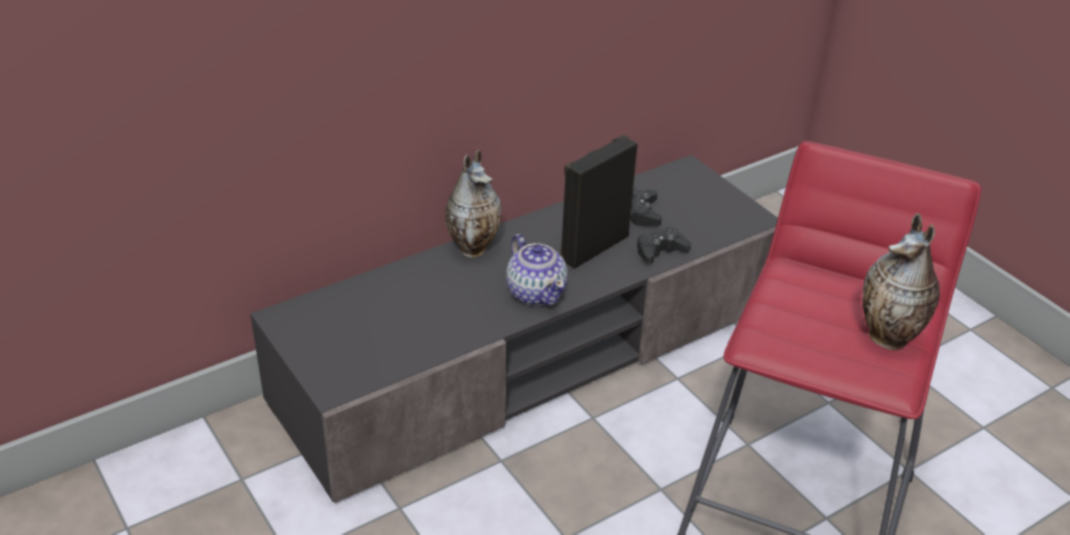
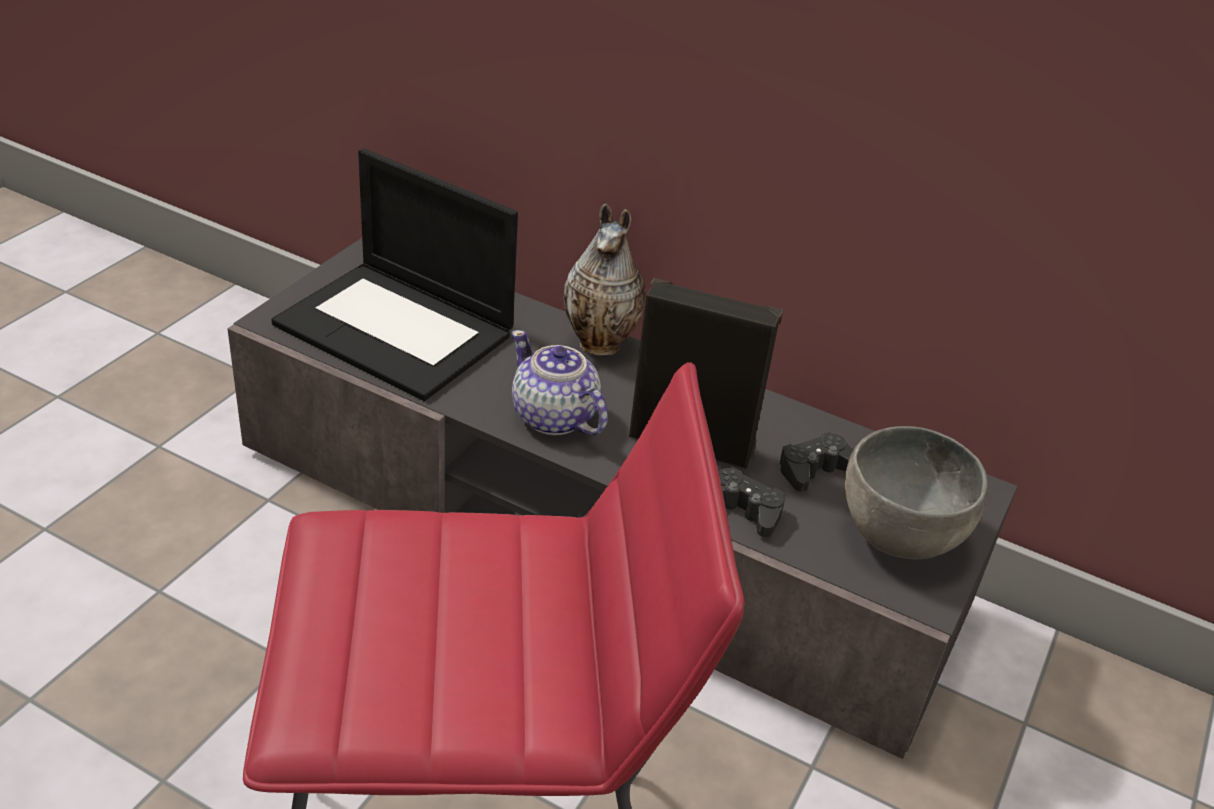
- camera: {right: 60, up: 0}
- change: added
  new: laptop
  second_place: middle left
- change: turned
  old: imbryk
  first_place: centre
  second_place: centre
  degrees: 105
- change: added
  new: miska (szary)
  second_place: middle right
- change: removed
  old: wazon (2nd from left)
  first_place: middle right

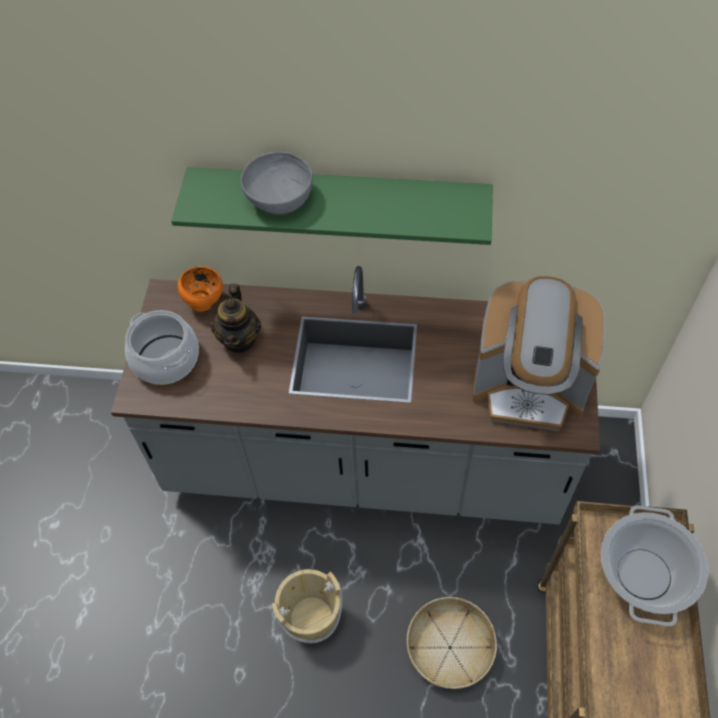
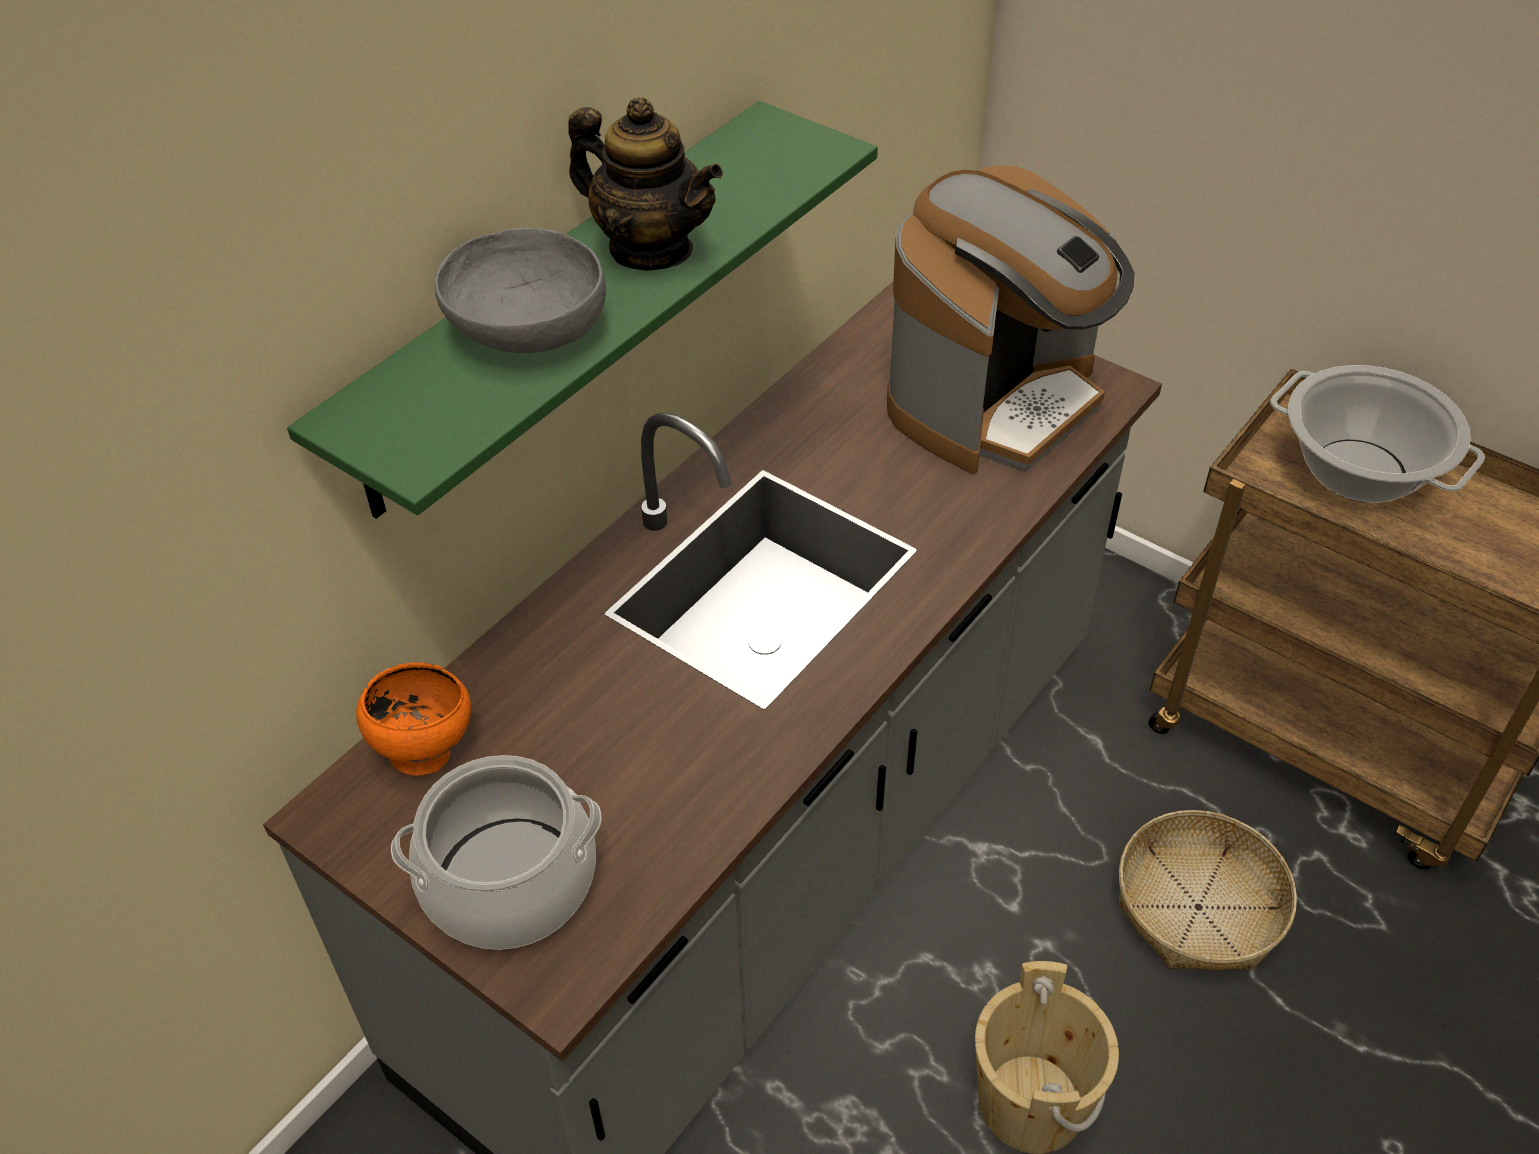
- camera: {right: -60, up: -10}
- change: moved
  old: imbryk
  first_place: middle left
  second_place: top centre

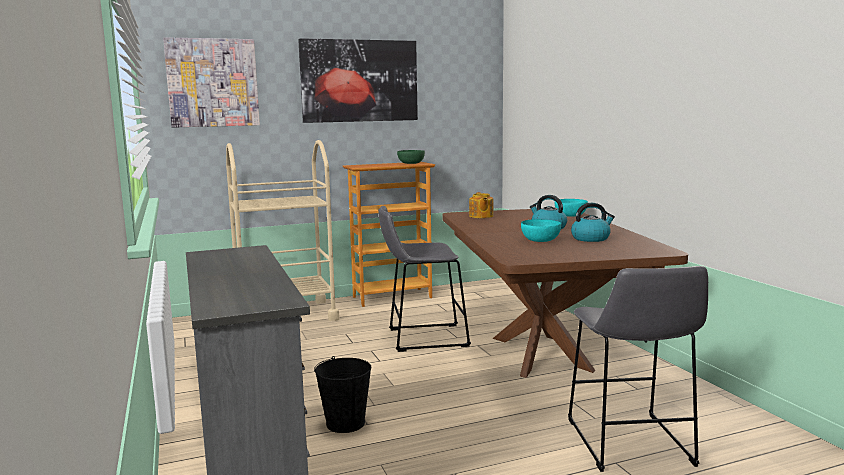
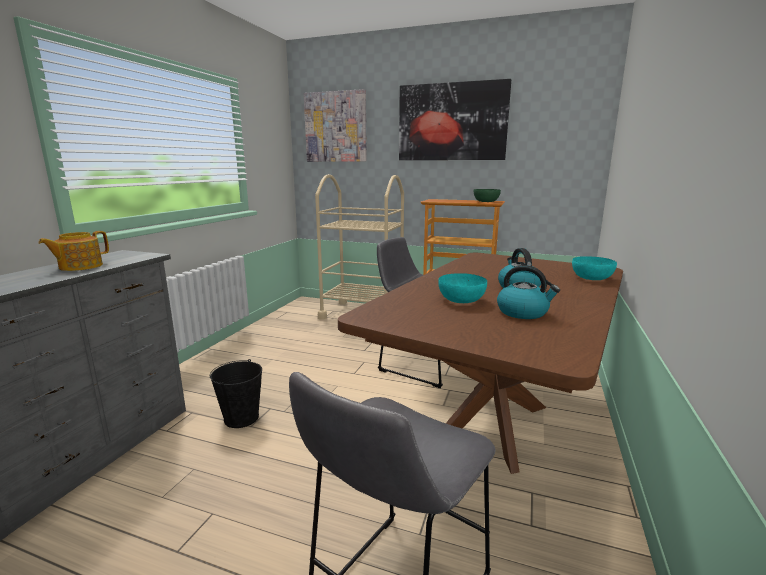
- camera: {right: 40, up: 5}
- change: moved
  old: imbryk
  first_place: centre
  second_place: middle left

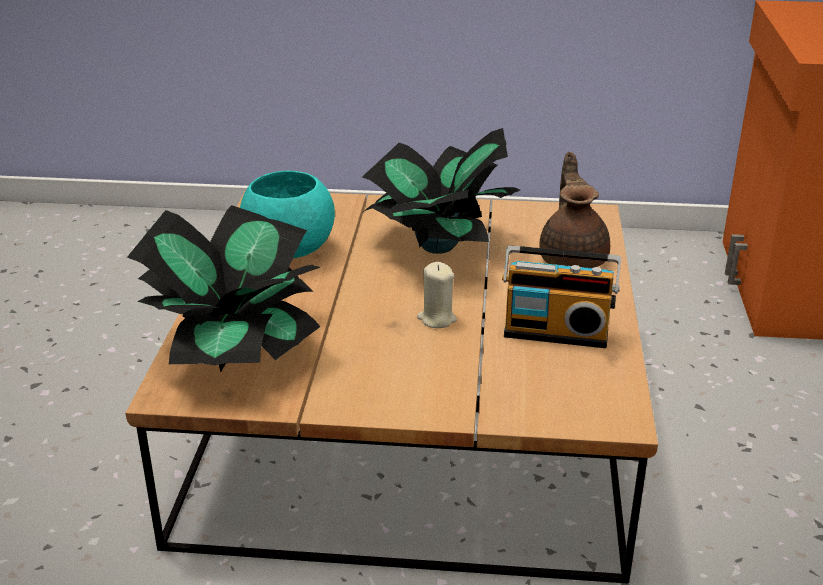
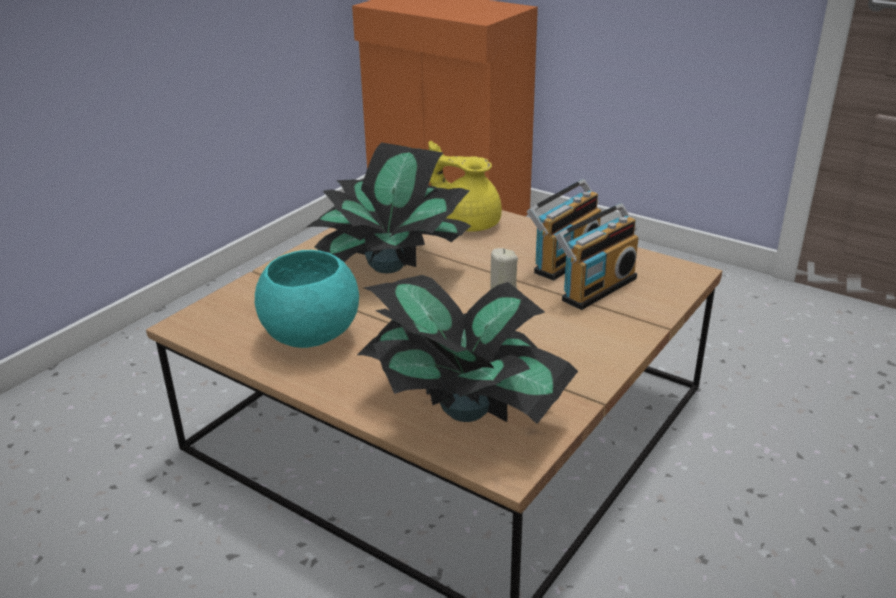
- camera: {right: -60, up: 0}
- change: recoloured
  old: imbryk (brązowy)
  new: imbryk (żółty)
  first_place: middle right
  second_place: top centre
- change: added
  new: radio (2nd from left)
  second_place: centre

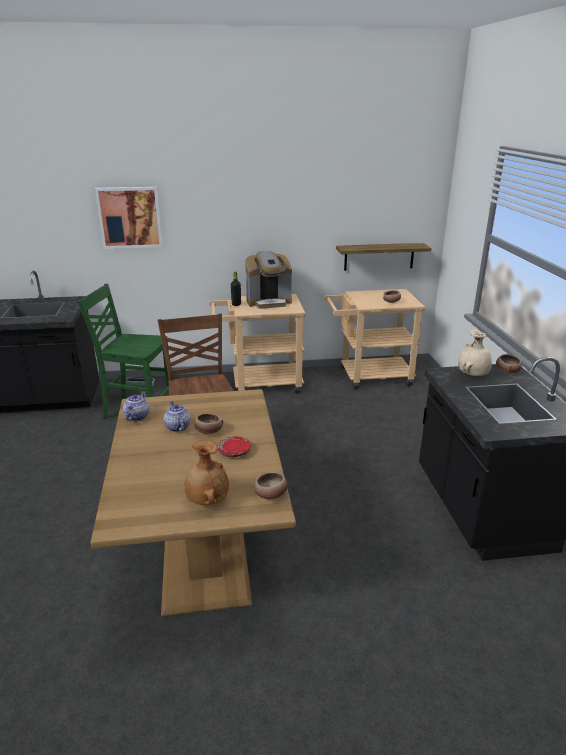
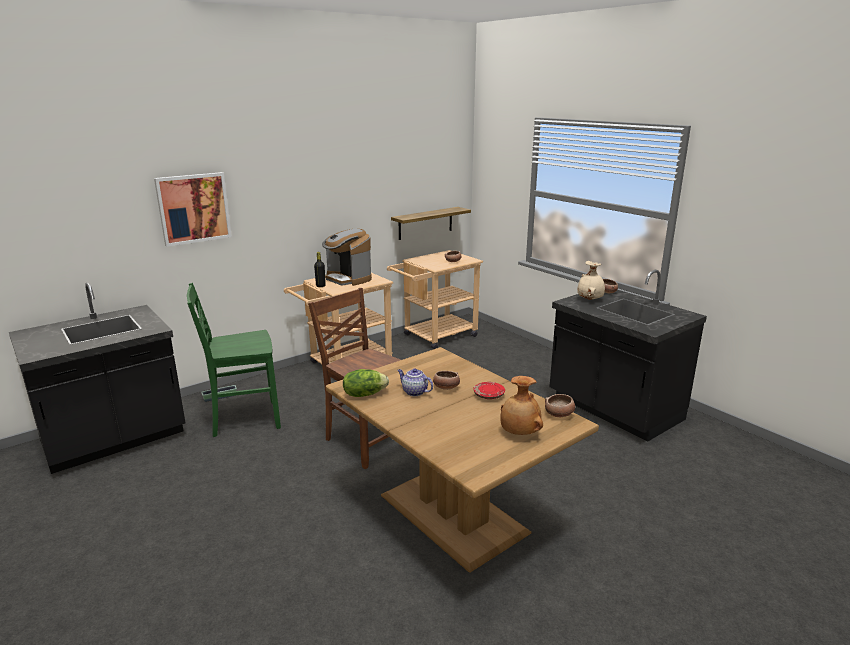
- camera: {right: -30, up: -5}
- change: turned
  old: ekspres do kawy
  first_place: centre
  second_place: centre
  degrees: 90
- change: replaced
  old: imbryk (1st from left)
  new: sałata
  first_place: middle left
  second_place: centre

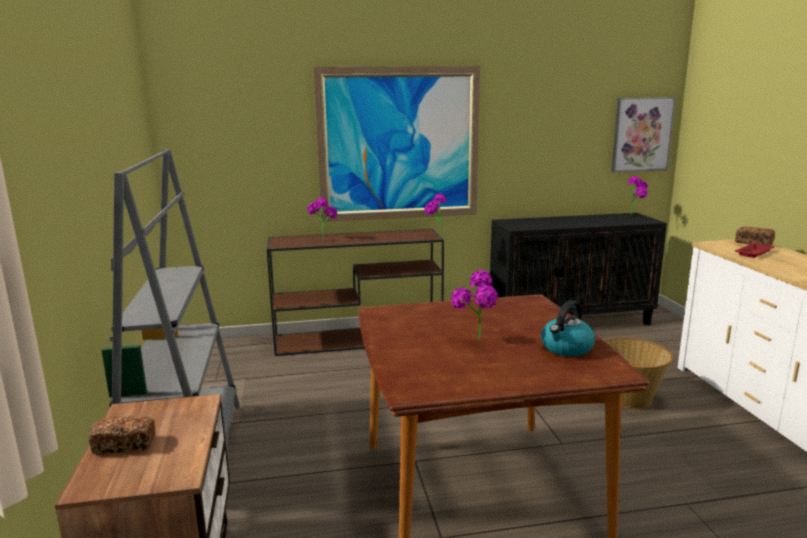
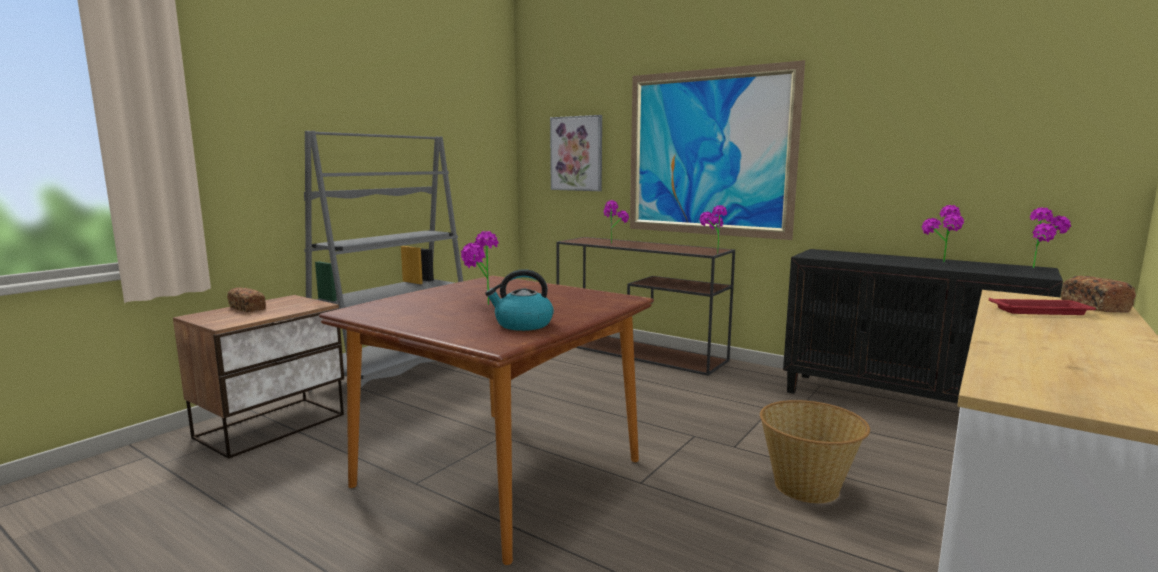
- camera: {right: 45, up: -5}
- change: moved
  old: obraz (2nd from left in the first image)
  new: obraz (1st from left)
  first_place: top right
  second_place: top centre
- change: added
  new: roślina doniczkowa (4th from left)
  second_place: middle right

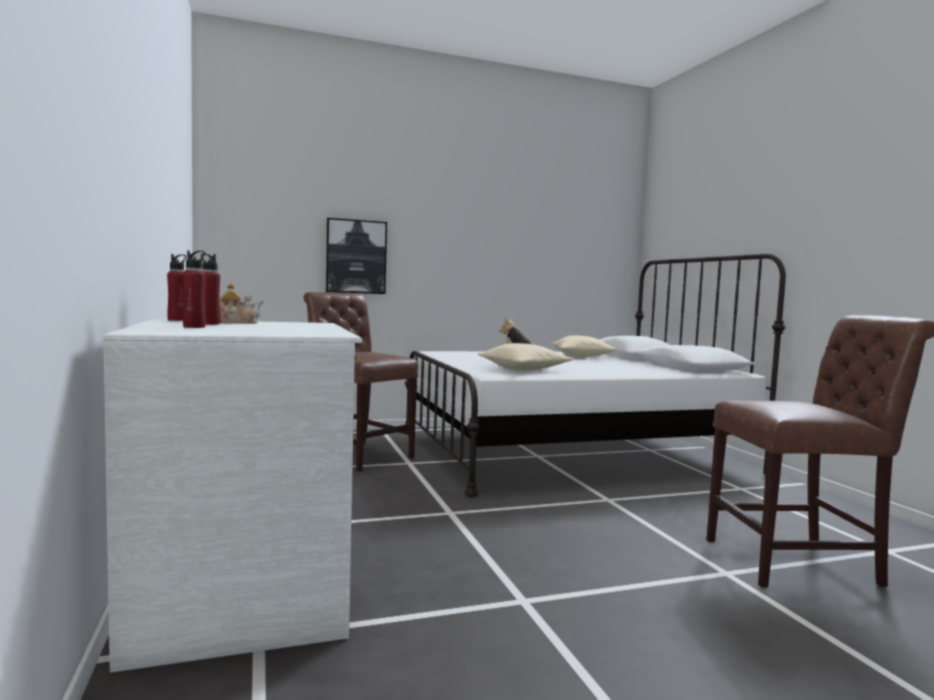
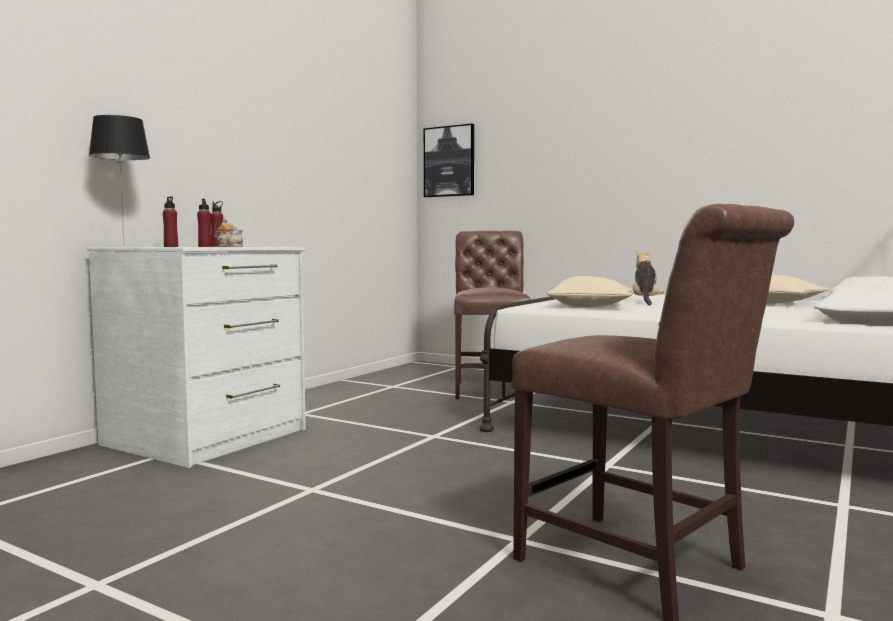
- camera: {right: 50, up: 0}
- change: added
  new: lampa stołowa
  second_place: top left
- change: moved
  old: obraz
  first_place: centre
  second_place: top centre

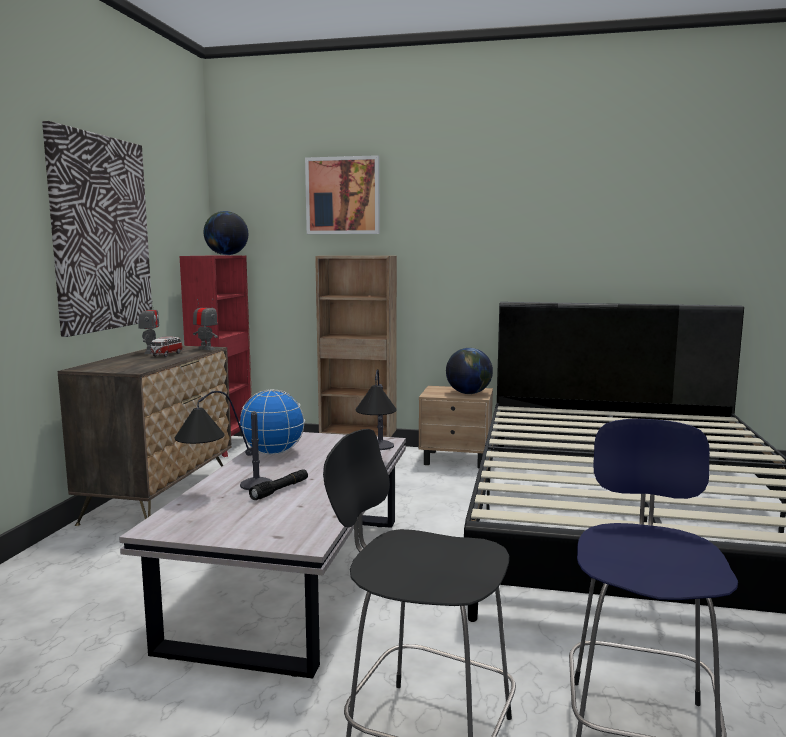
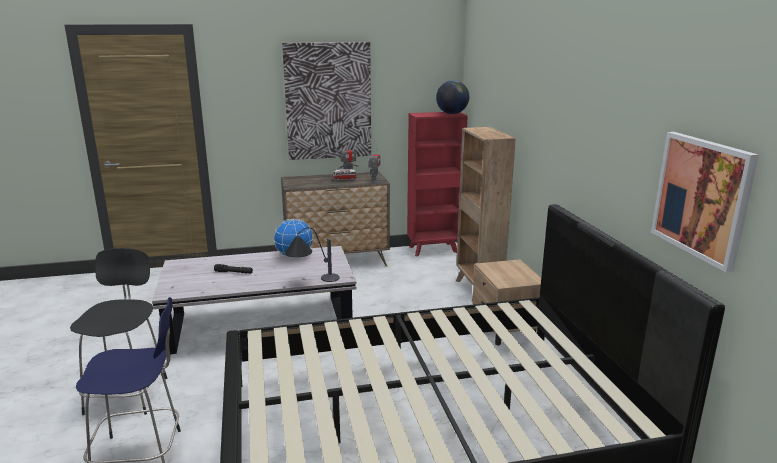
- camera: {right: 65, up: 10}
- change: moved
  old: obraz (2nd from left)
  first_place: top centre
  second_place: middle right
- change: removed
  old: lampa stołowa (1st from left)
  first_place: middle left
- change: removed
  old: globus (3rd from left)
  first_place: centre

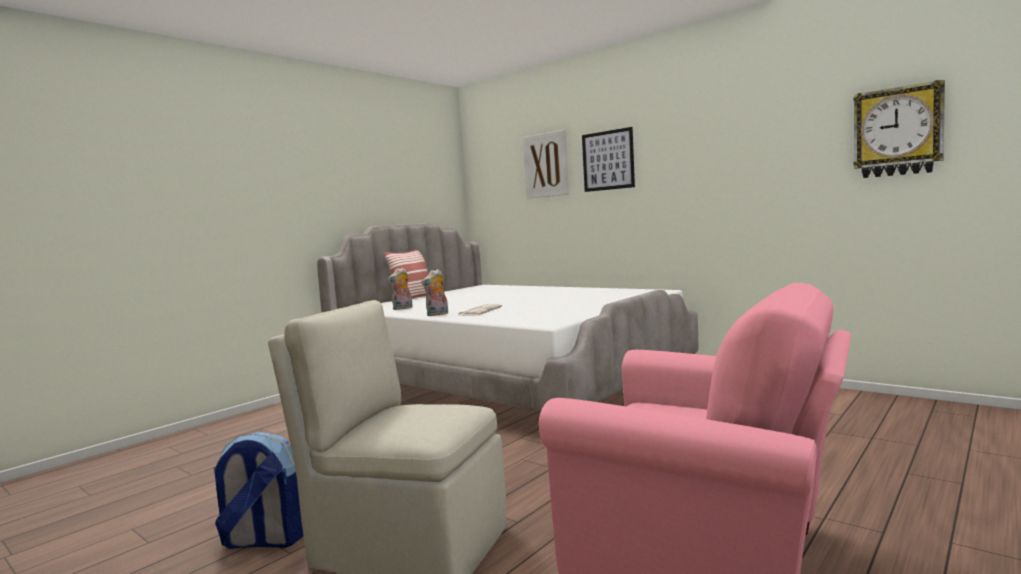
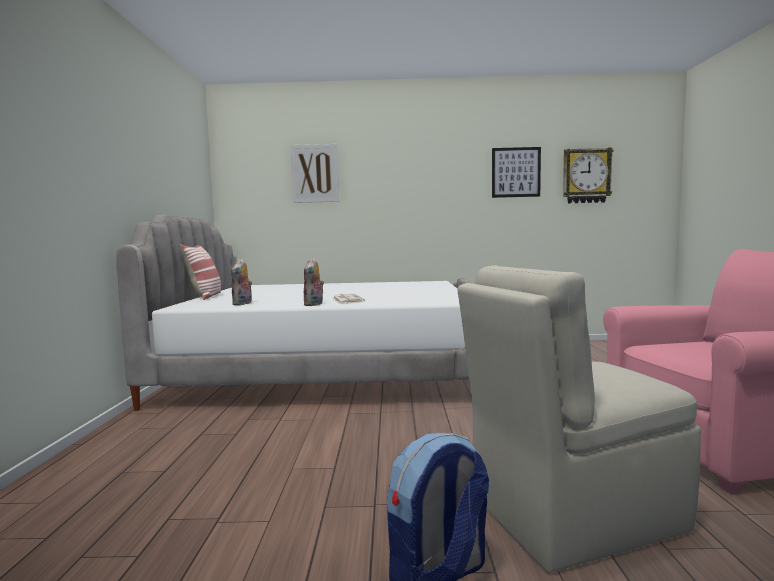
- camera: {right: -40, up: 0}
- change: moved
  old: obraz (2nd from left)
  first_place: top centre
  second_place: top right

